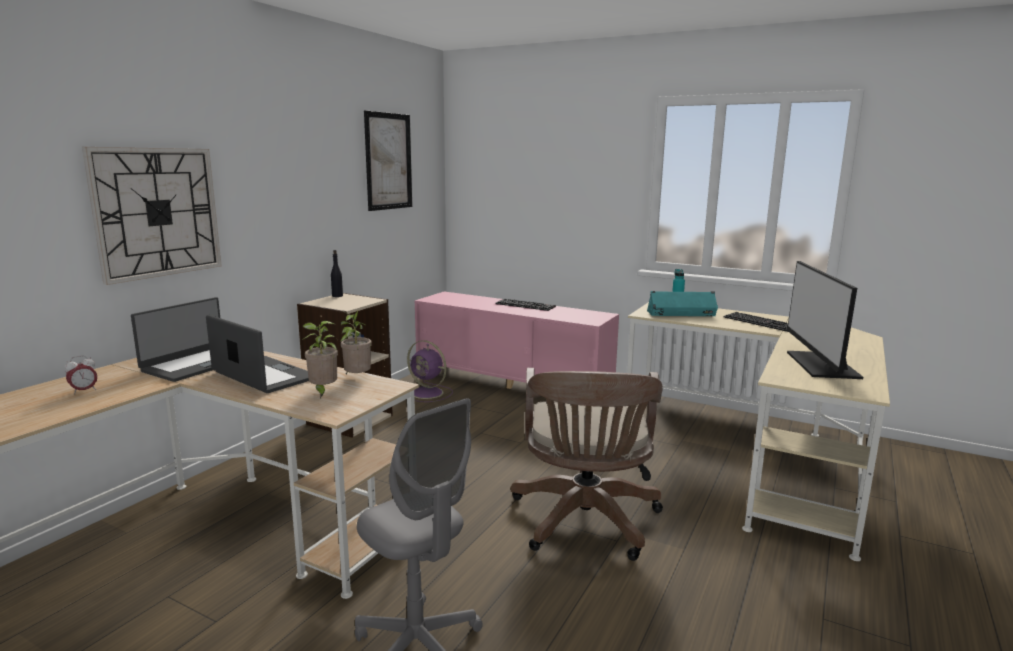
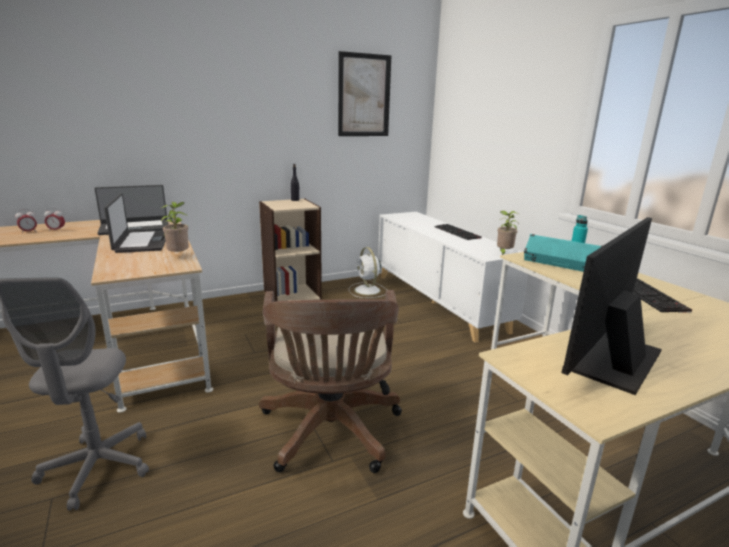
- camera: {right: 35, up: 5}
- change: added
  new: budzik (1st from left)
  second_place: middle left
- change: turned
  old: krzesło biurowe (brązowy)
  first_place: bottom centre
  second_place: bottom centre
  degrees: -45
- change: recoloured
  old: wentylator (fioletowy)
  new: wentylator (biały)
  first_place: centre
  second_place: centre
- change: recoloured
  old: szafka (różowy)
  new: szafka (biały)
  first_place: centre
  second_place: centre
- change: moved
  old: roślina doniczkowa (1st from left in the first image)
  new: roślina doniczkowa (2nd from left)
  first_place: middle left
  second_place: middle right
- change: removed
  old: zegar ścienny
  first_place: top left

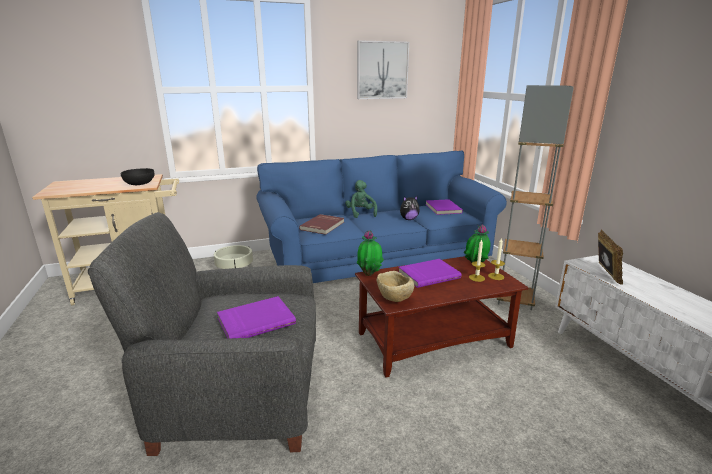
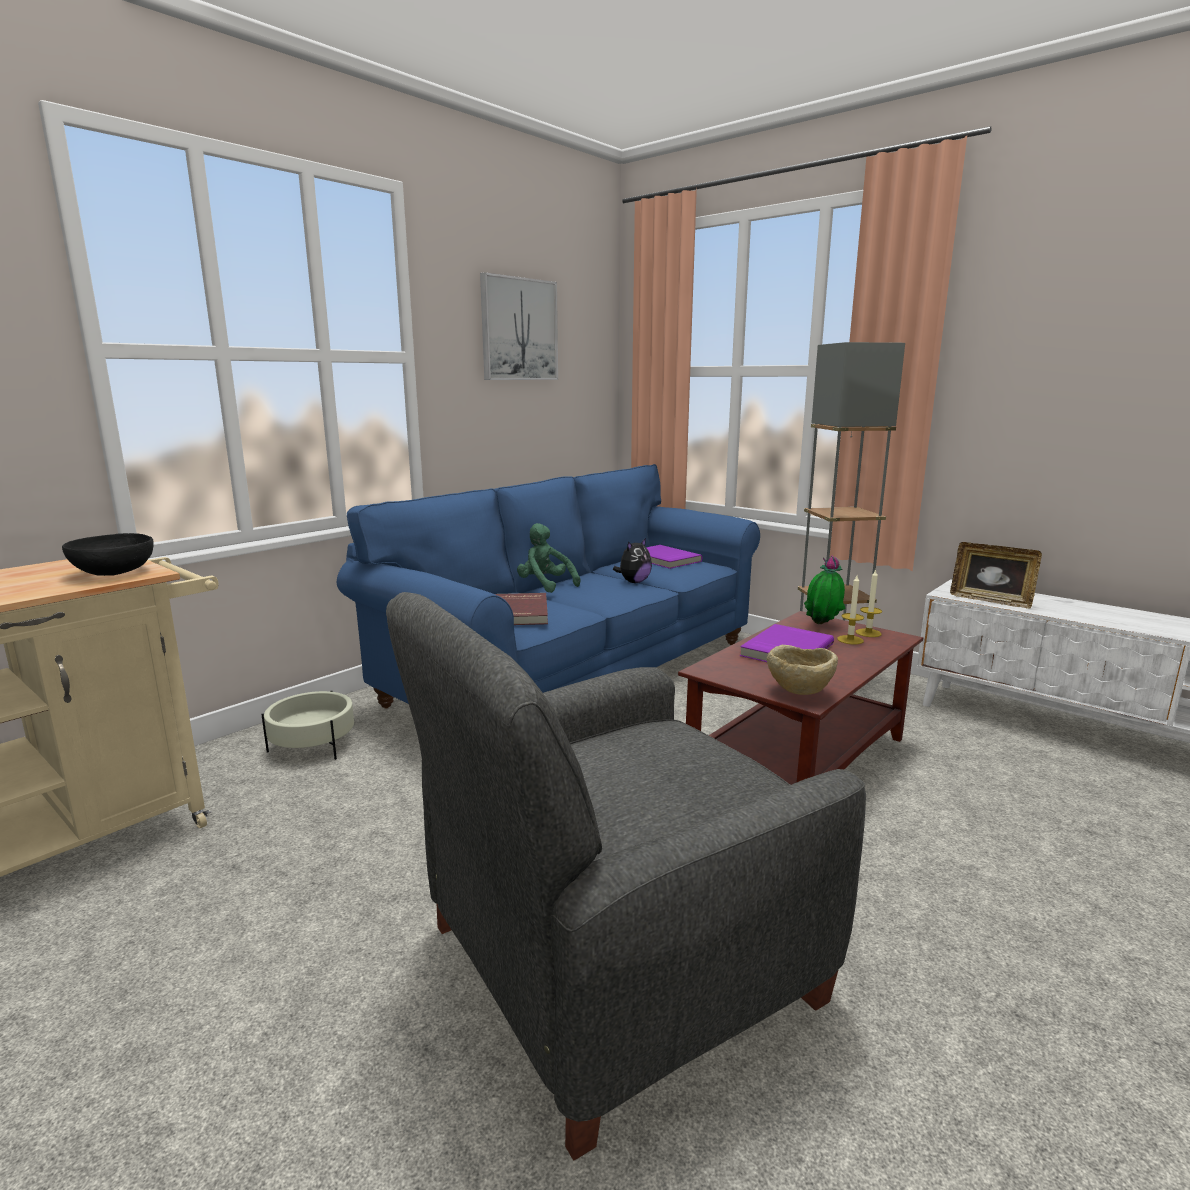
- camera: {right: -30, up: -5}
- change: turned
  old: ramka na zdjęcie
  first_place: middle right
  second_place: middle right
  degrees: 150
- change: removed
  old: książka (fioletowy) (1st from left)
  first_place: bottom centre
- change: removed
  old: roślina doniczkowa (1st from left)
  first_place: centre

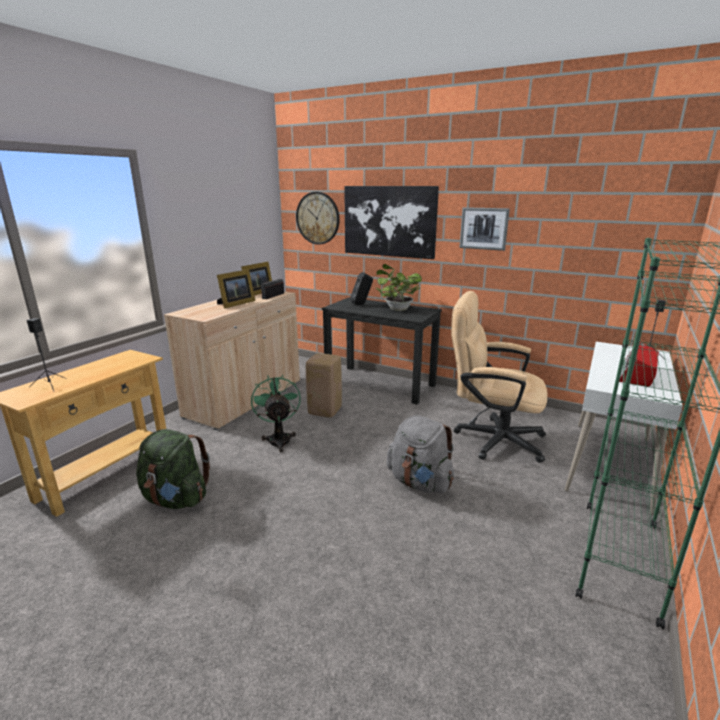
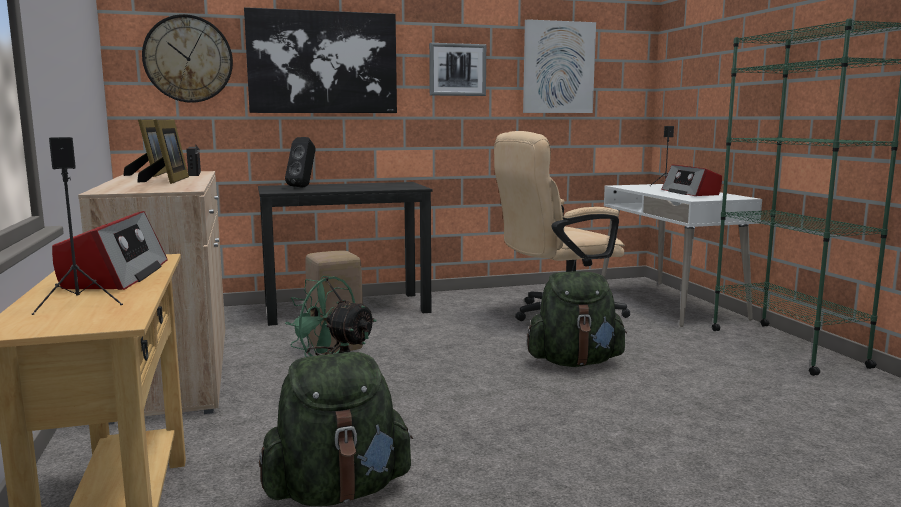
- camera: {right: -45, up: -10}
- change: added
  new: radio (1st from left)
  second_place: middle left
- change: added
  new: obraz (3rd from left)
  second_place: top centre
- change: recoloured
  old: plecak (szary)
  new: plecak (zielony) (2nd from left)
  first_place: centre
  second_place: centre
- change: removed
  old: roślina doniczkowa
  first_place: centre

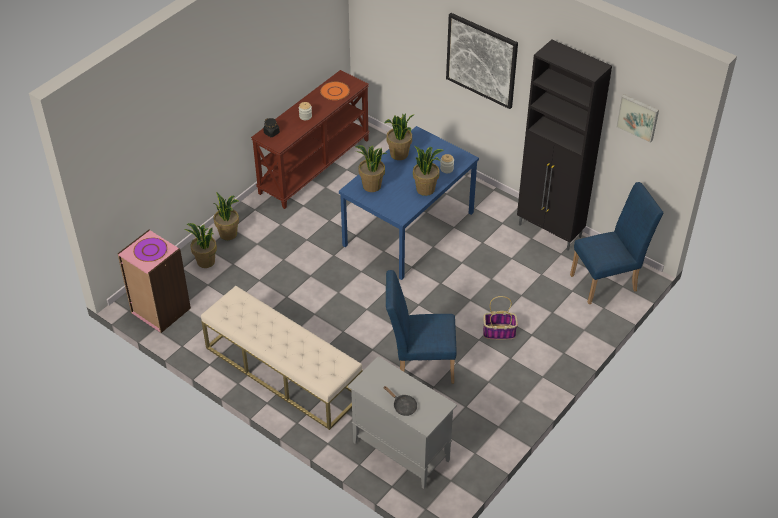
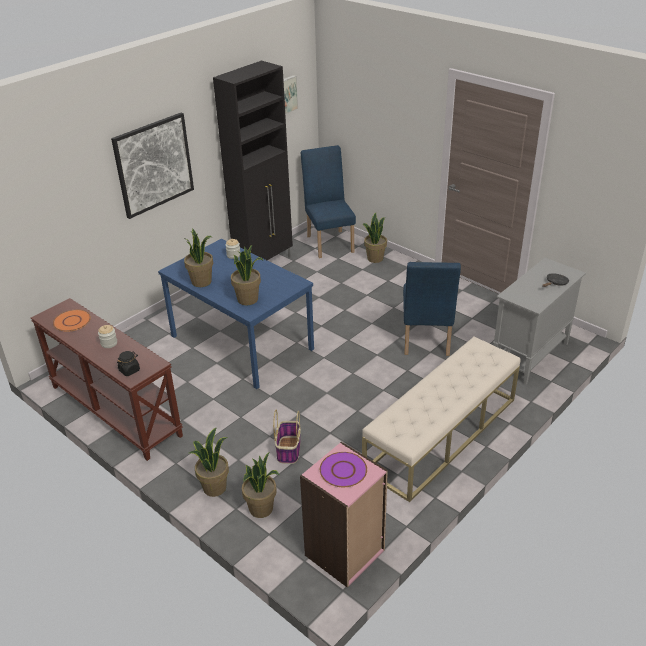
- camera: {right: -85, up: -10}
- change: moved
  old: koszyk
  first_place: centre
  second_place: bottom centre
- change: moved
  old: roślina doniczkowa (5th from left)
  first_place: top centre
  second_place: centre

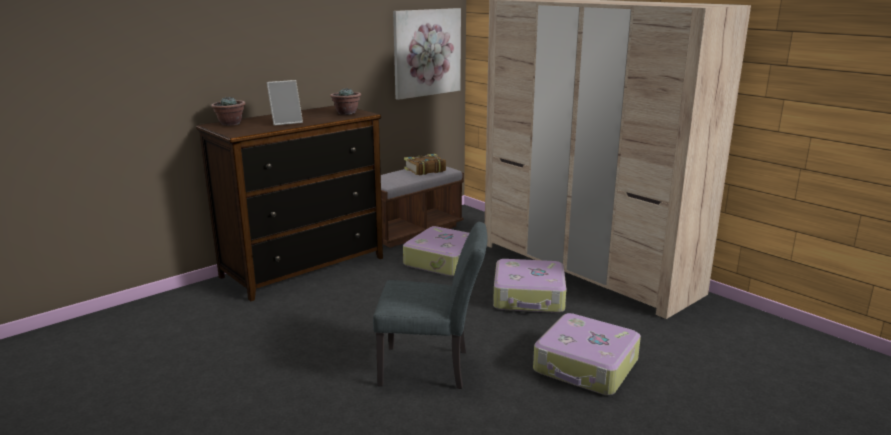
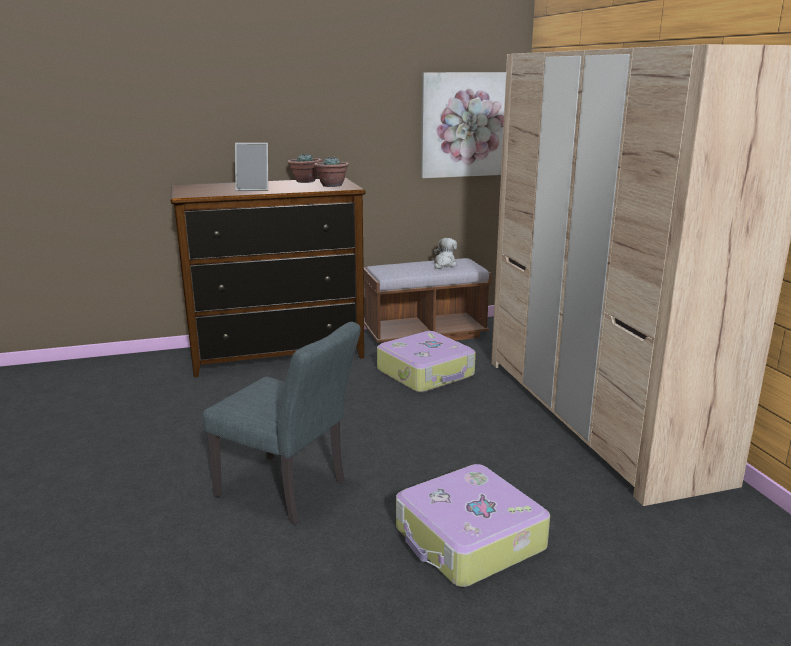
- camera: {right: 25, up: 0}
- change: moved
  old: roślina doniczkowa (1st from left)
  first_place: top left
  second_place: top centre
- change: replaced
  old: książka
  new: pluszak
  first_place: centre
  second_place: centre
- change: removed
  old: walizka (2nd from left)
  first_place: centre

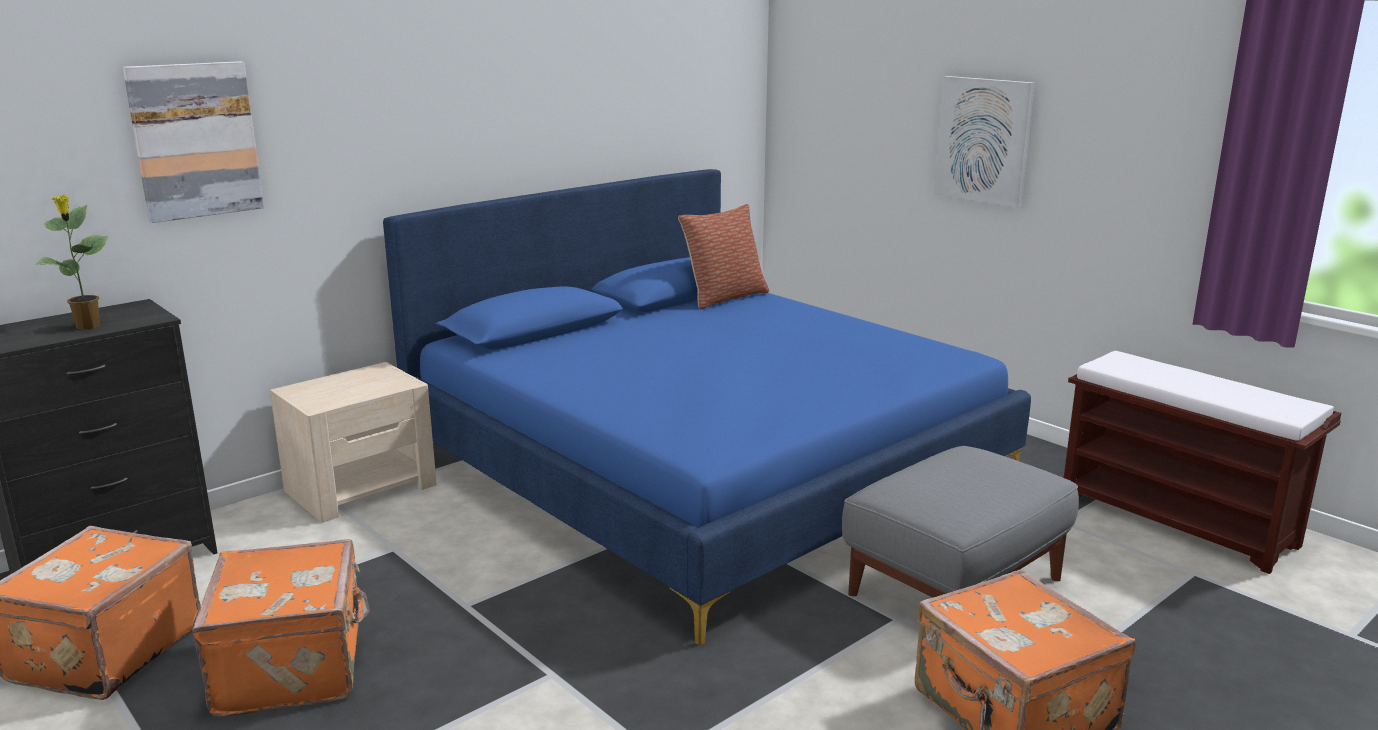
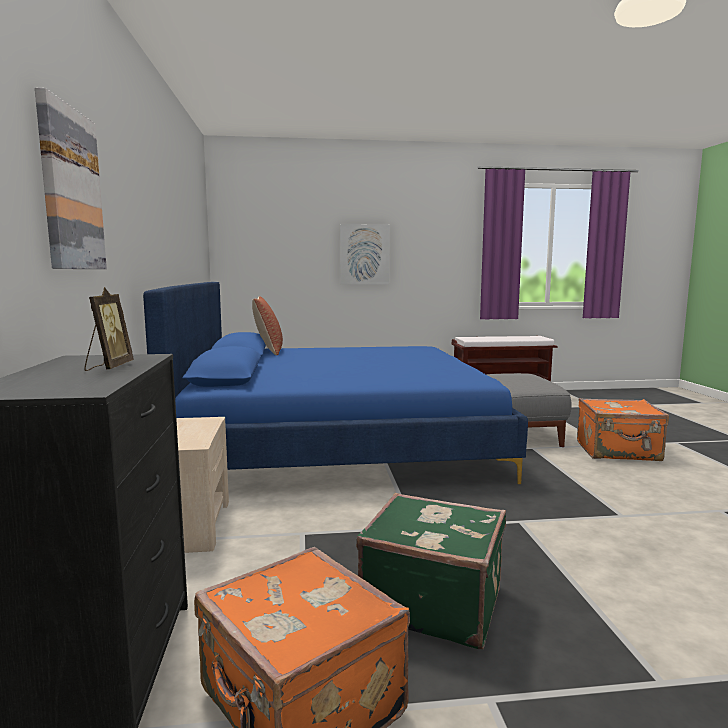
- camera: {right: -55, up: -10}
- change: replaced
  old: roślina doniczkowa
  new: ramka na zdjęcie
  first_place: middle left
  second_place: middle left
- change: recoloured
  old: walizka (pomarańczowy) (2nd from left)
  new: walizka (zielony)
  first_place: bottom left
  second_place: bottom centre

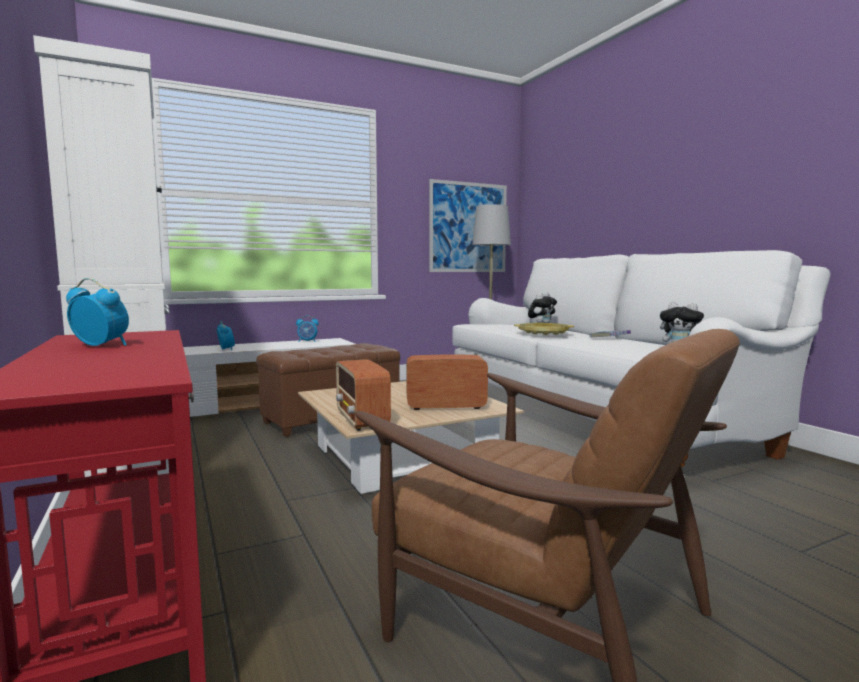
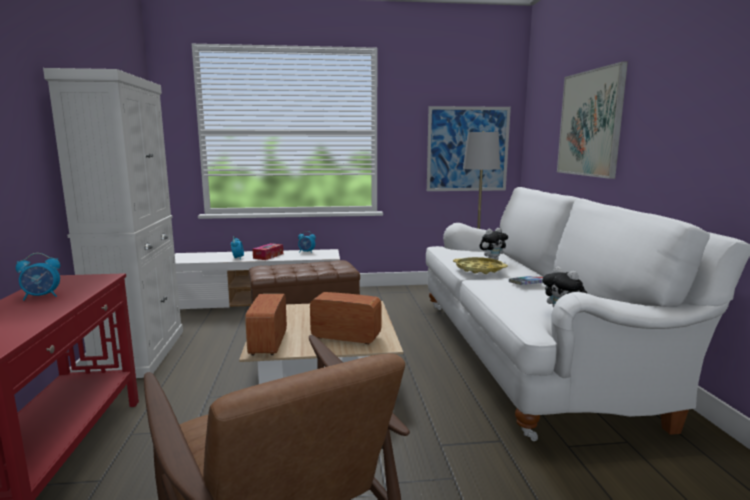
- camera: {right: 20, up: 5}
- change: turned
  old: budzik (1st from left)
  first_place: middle left
  second_place: middle left
  degrees: 120
- change: added
  new: pudełko chusteczek
  second_place: centre
- change: added
  new: obraz (2nd from left)
  second_place: top right

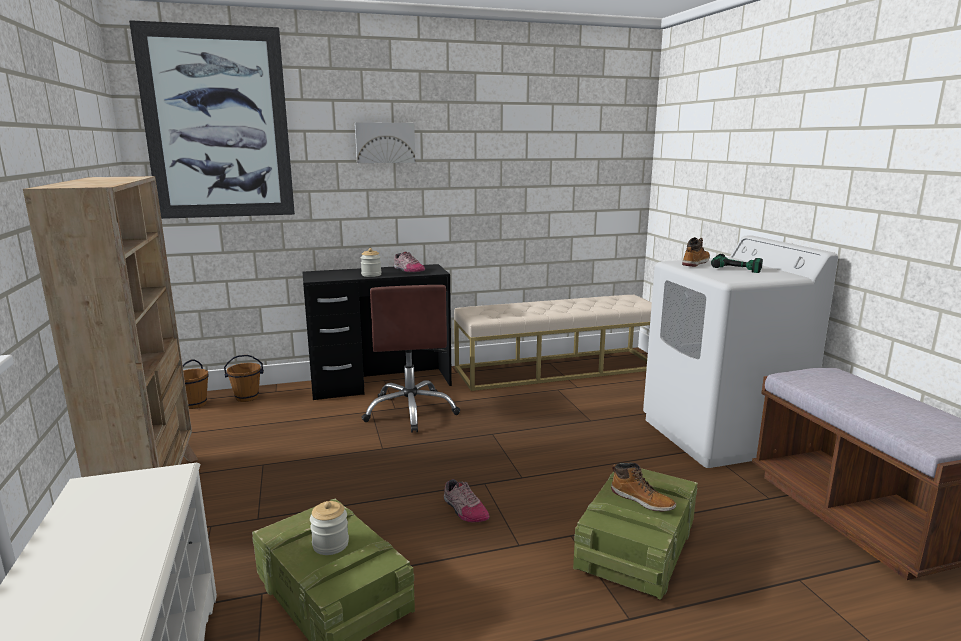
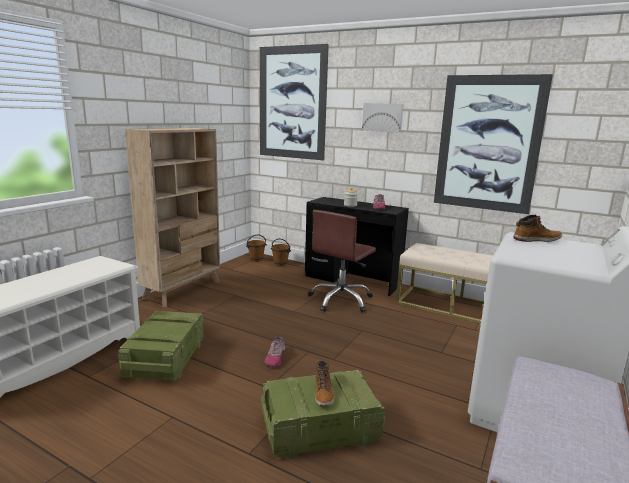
- camera: {right: 45, up: 0}
- change: added
  new: obraz (3rd from left)
  second_place: top right
- change: removed
  old: słoik (1st from left)
  first_place: bottom centre
- change: removed
  old: wiertarka
  first_place: middle right

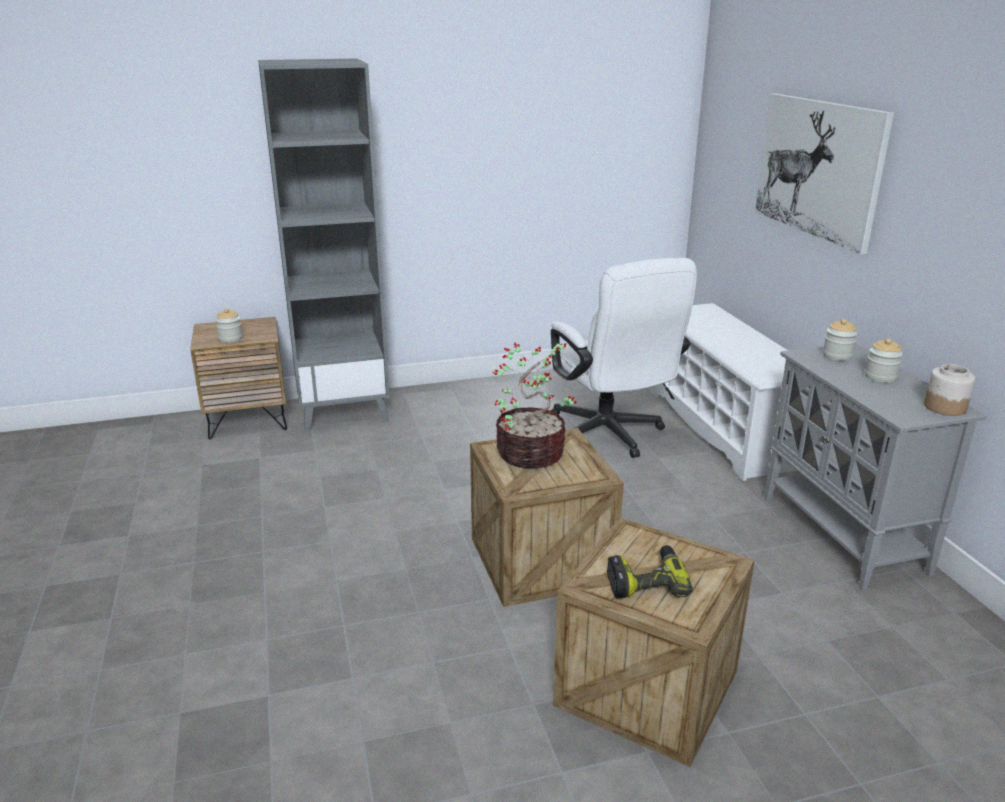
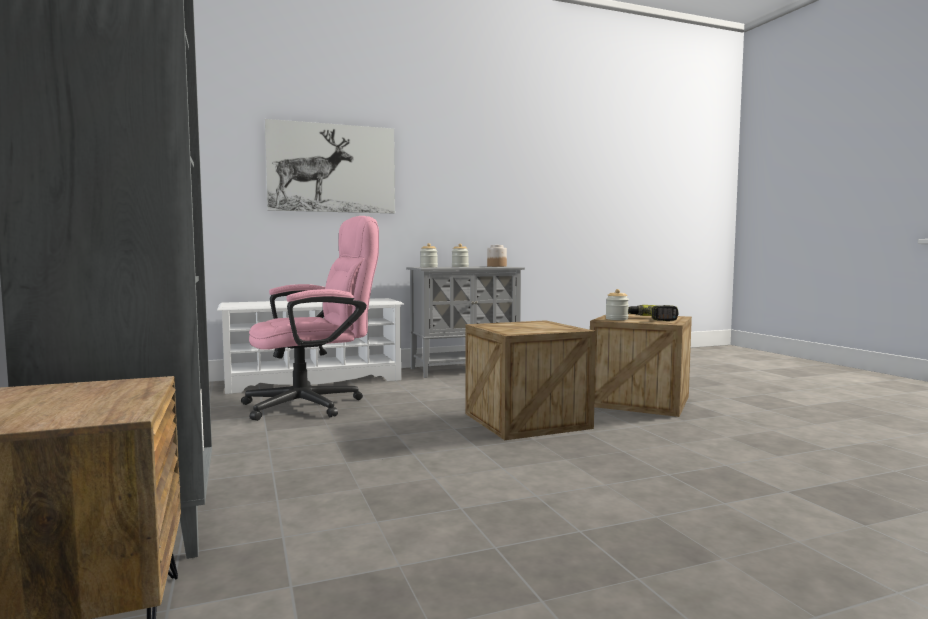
- camera: {right: -95, up: -20}
- change: recoloured
  old: krzesło biurowe (biały)
  new: krzesło biurowe (różowy)
  first_place: centre
  second_place: centre
- change: moved
  old: słoik (1st from left in the first image)
  new: słoik (4th from left)
  first_place: middle left
  second_place: centre
- change: removed
  old: roślina doniczkowa
  first_place: centre

